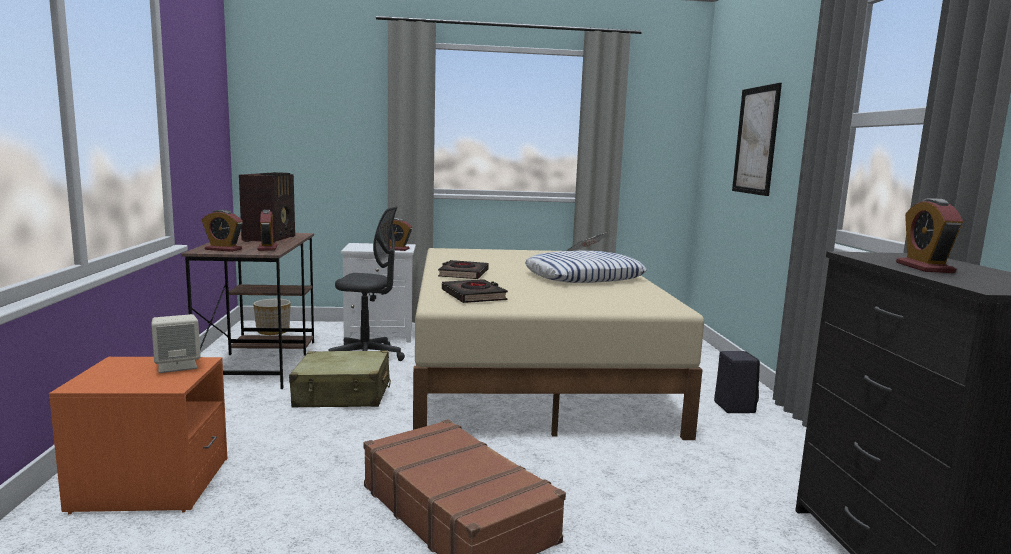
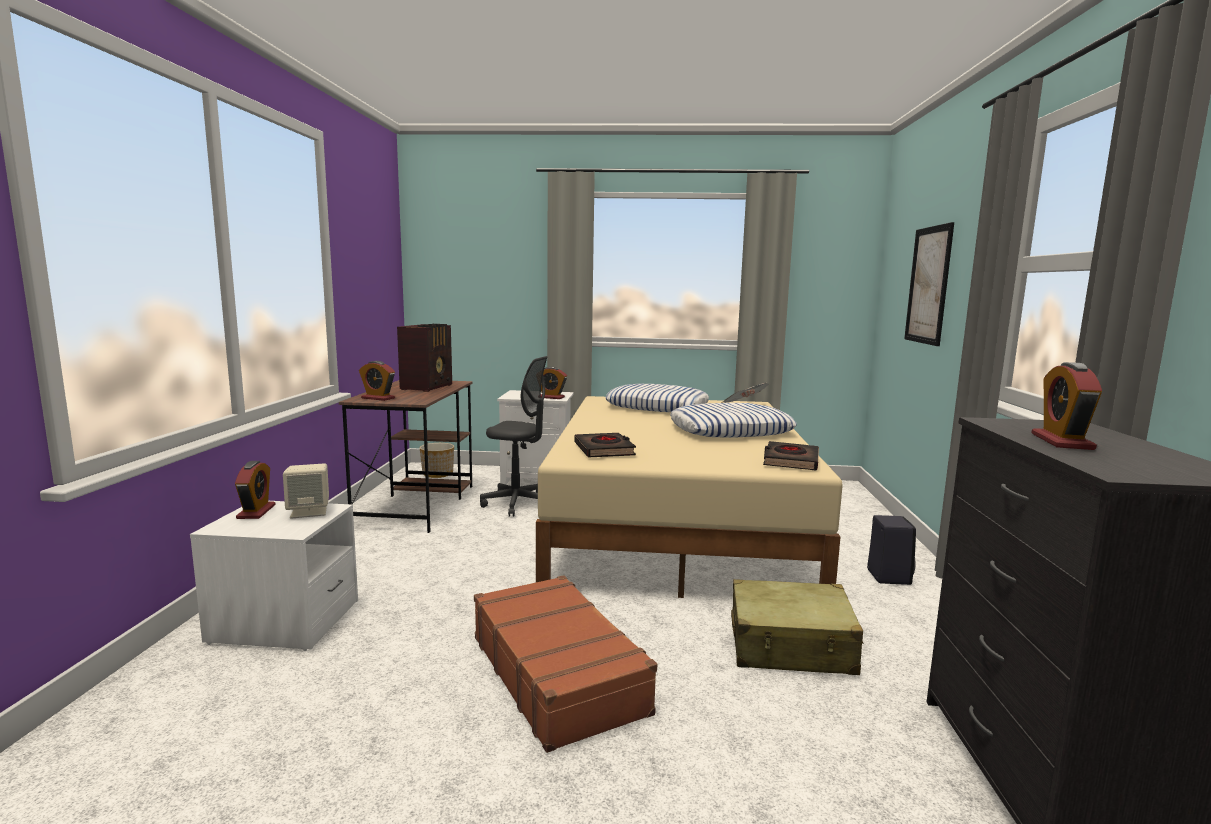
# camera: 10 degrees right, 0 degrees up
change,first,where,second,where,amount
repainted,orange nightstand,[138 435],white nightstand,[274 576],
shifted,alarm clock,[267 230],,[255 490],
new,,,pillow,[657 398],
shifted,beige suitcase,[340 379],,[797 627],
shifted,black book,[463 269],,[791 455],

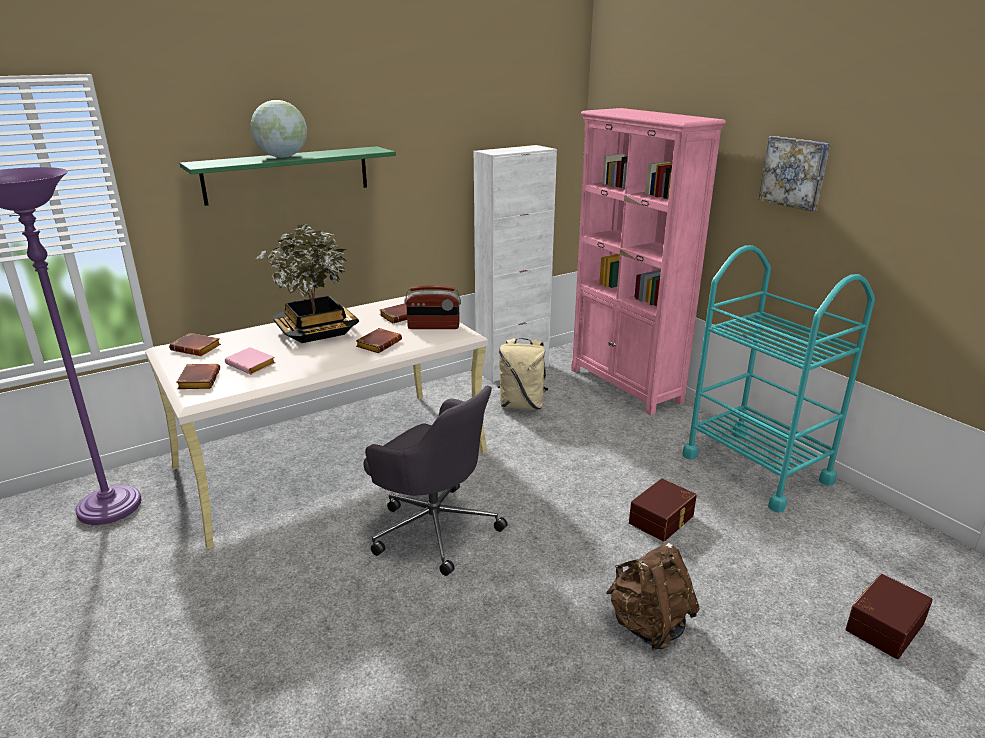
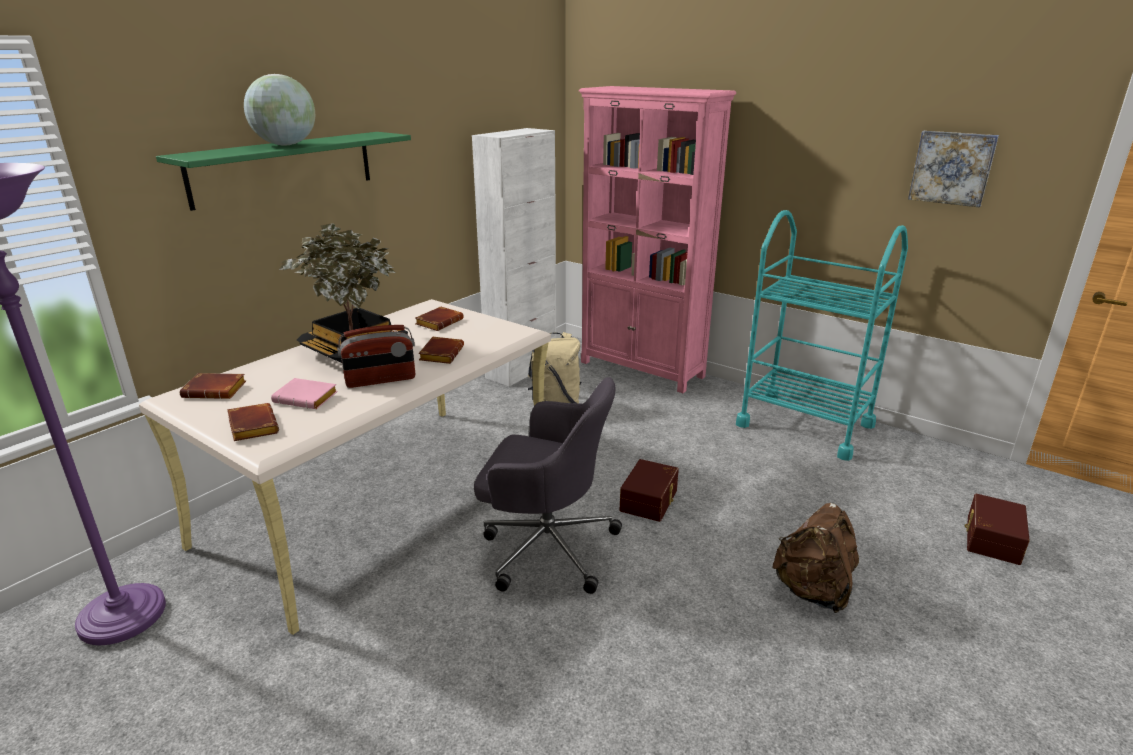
# camera: 20 degrees left, 0 degrees up
change,first,where,second,where,amount
shifted,radio,[433 307],,[376 356],
shifted,brown storage box,[663 510],,[649 490],
shifted,picture,[794 173],,[953 169],

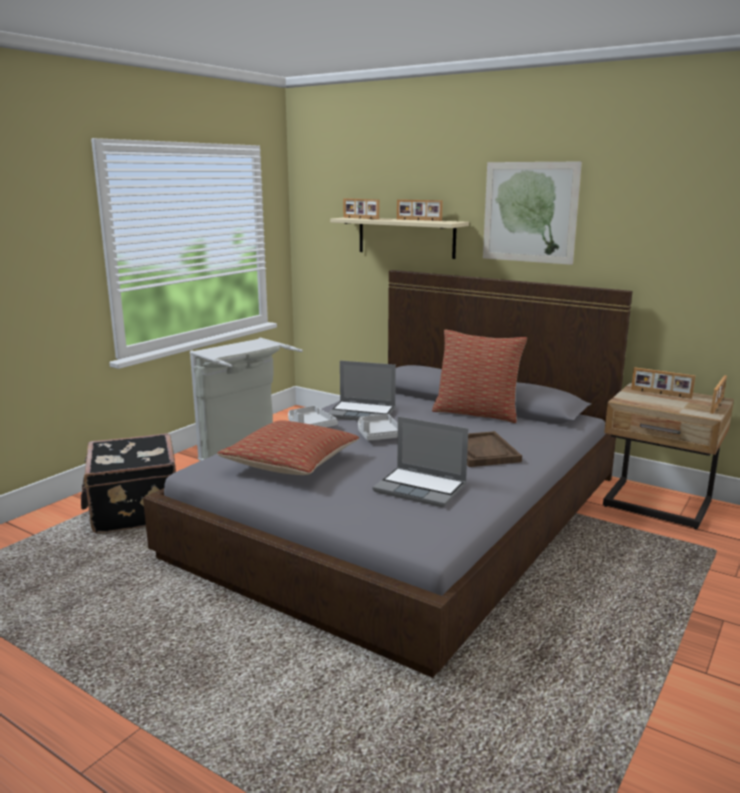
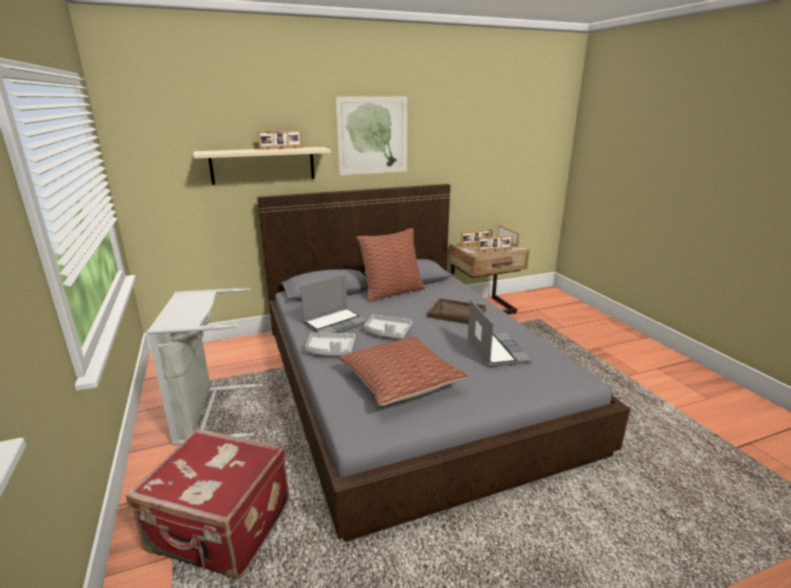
# camera: 55 degrees left, 5 degrees up
change,first,where,second,where,amount
repainted,black suitcase,[128 483],red suitcase,[207 503],
rotated,laptop,[420 461],,[499 333],75 degrees counterclockwise
shifted,picture frame,[361 208],,[495 243],

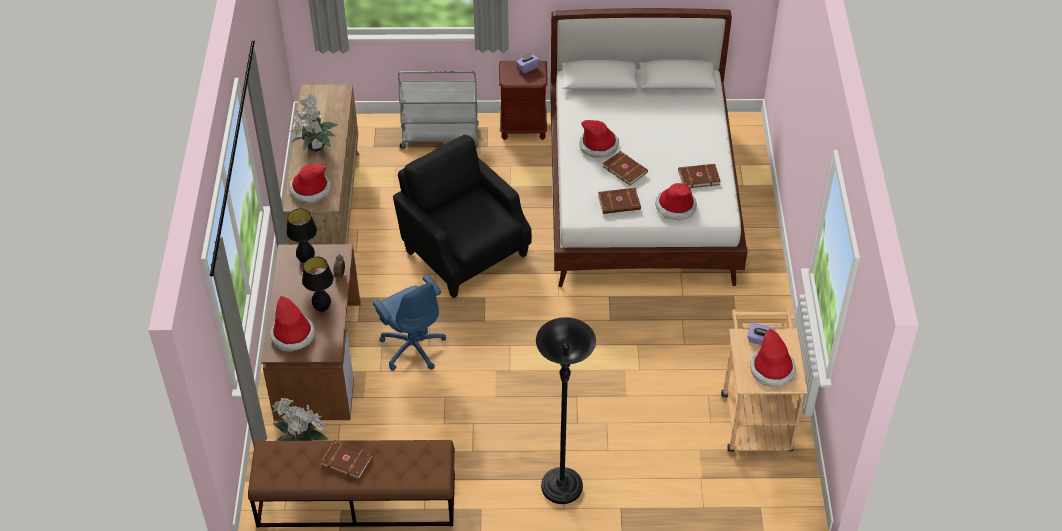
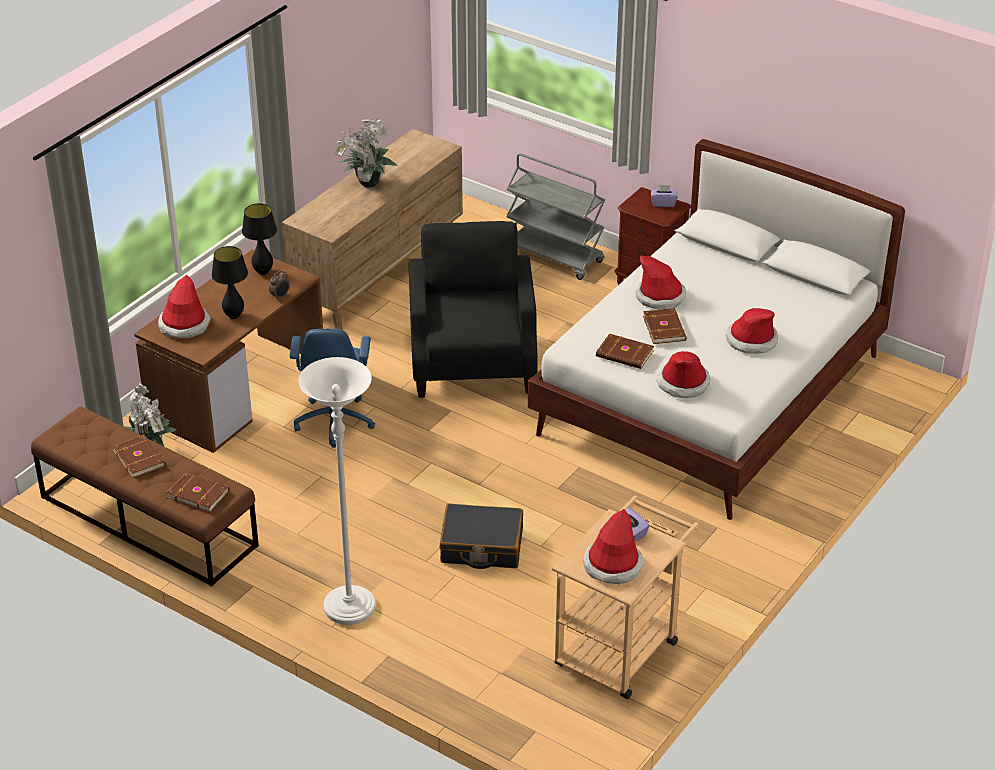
# camera: 35 degrees right, 10 degrees down
change,first,where,second,where,amount
shifted,brown book,[699 176],,[197 492],
repainted,black floor lamp,[566 410],white floor lamp,[336 491],
new,,,black suitcase,[481 536],
shifted,hat,[310 183],,[752 331],

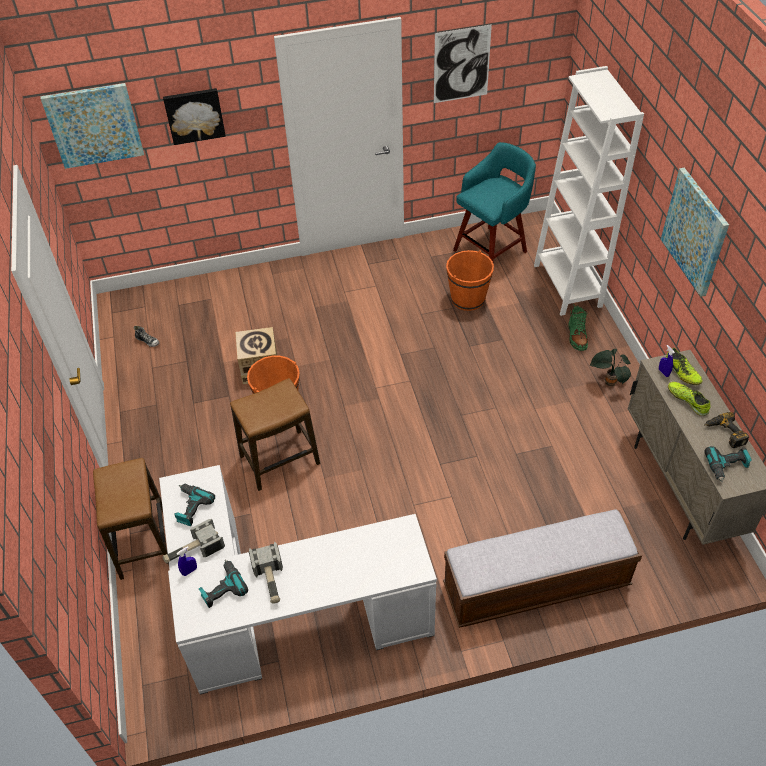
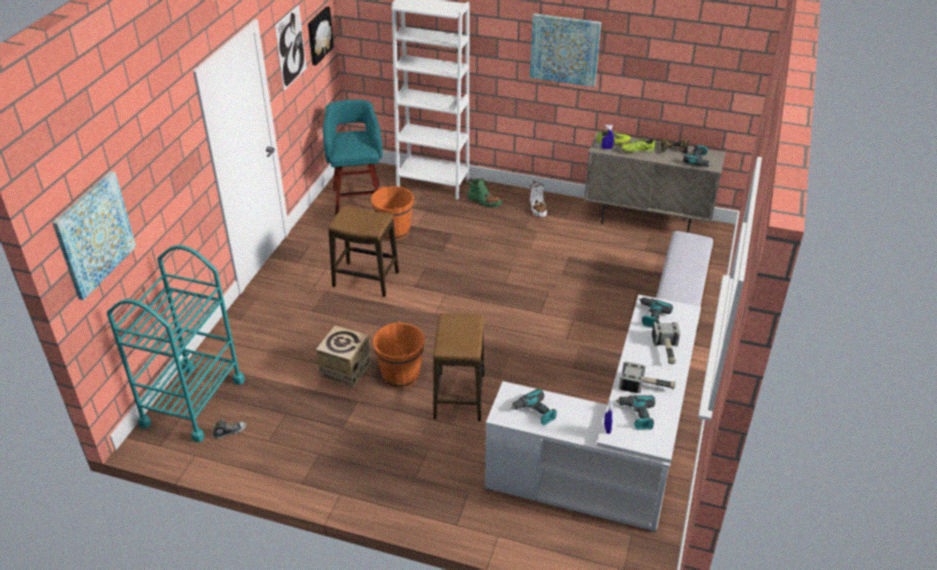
# camera: 60 degrees left, 10 degrees down
change,first,where,second,where,amount
new,,,turquoise cart,[176 343],
shifted,picture,[194 116],,[321 36],
shifted,stool,[131 519],,[363 251],
swapped,potted plant,[610 367],white boot,[538 199],
new,,,power drill,[655 312],
shifted,hammer,[194 541],,[666 343],

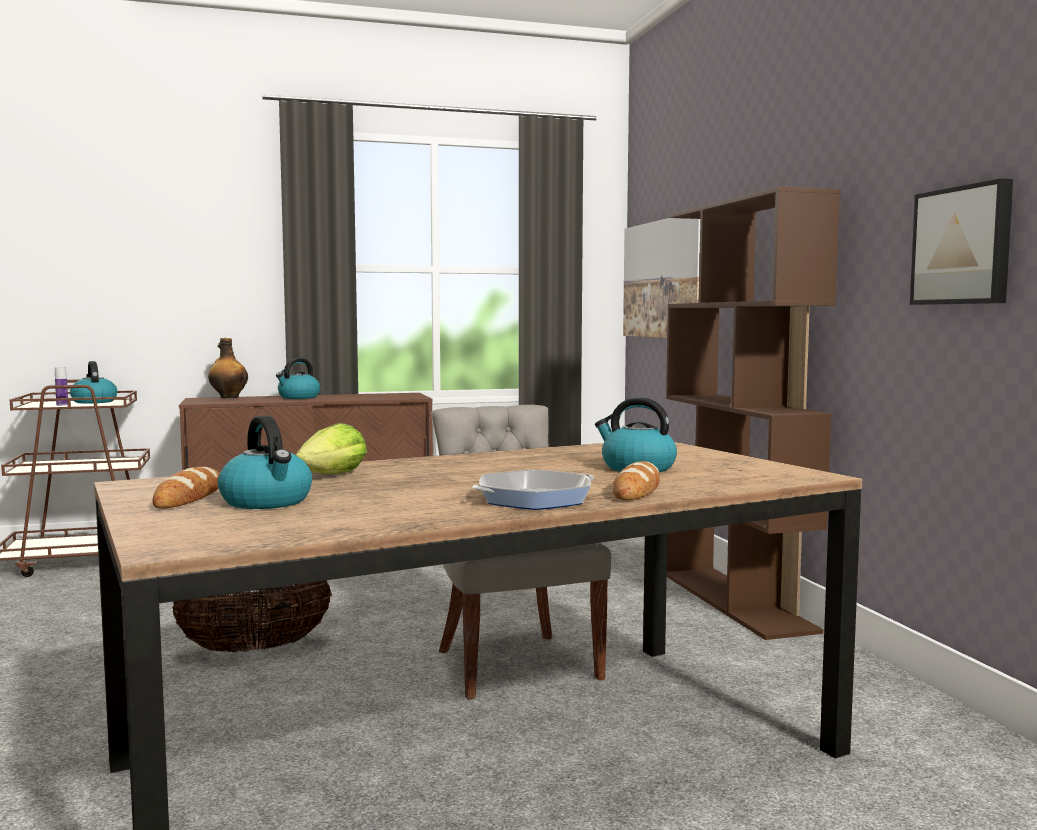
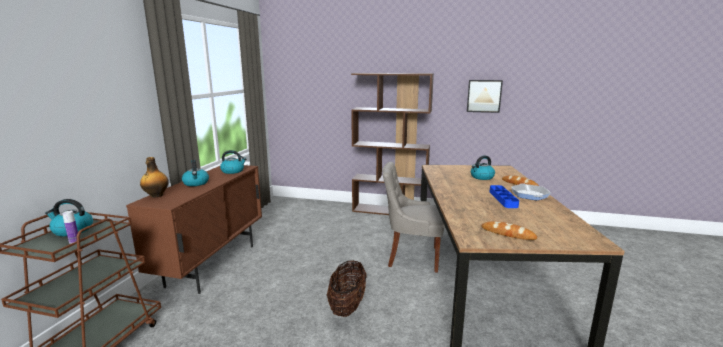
# camera: 60 degrees left, 10 degrees up
change,first,where,second,where,amount
shifted,kettle,[265 462],,[233 162],
new,,,blue tray,[504 196],
gone,lettuce,[331 448],,,
gone,picture,[661 278],,,

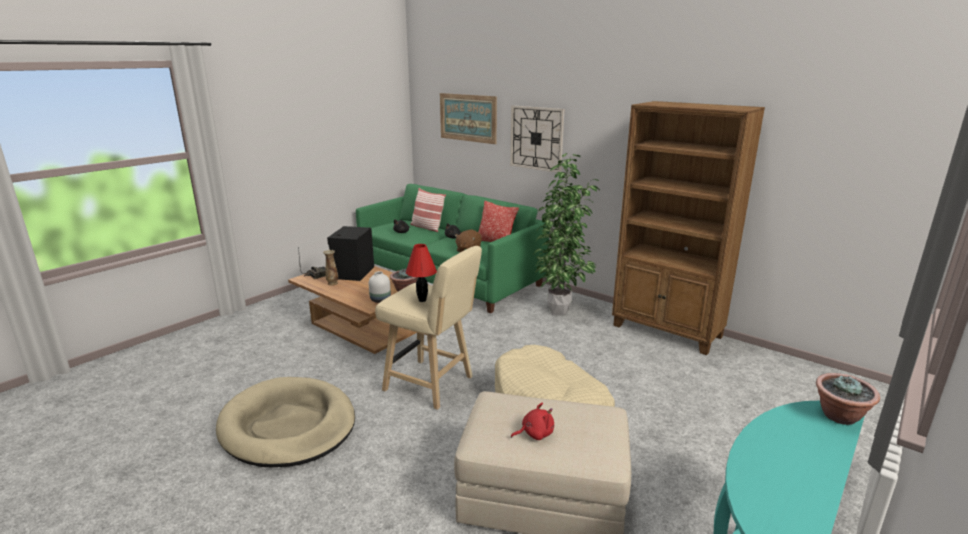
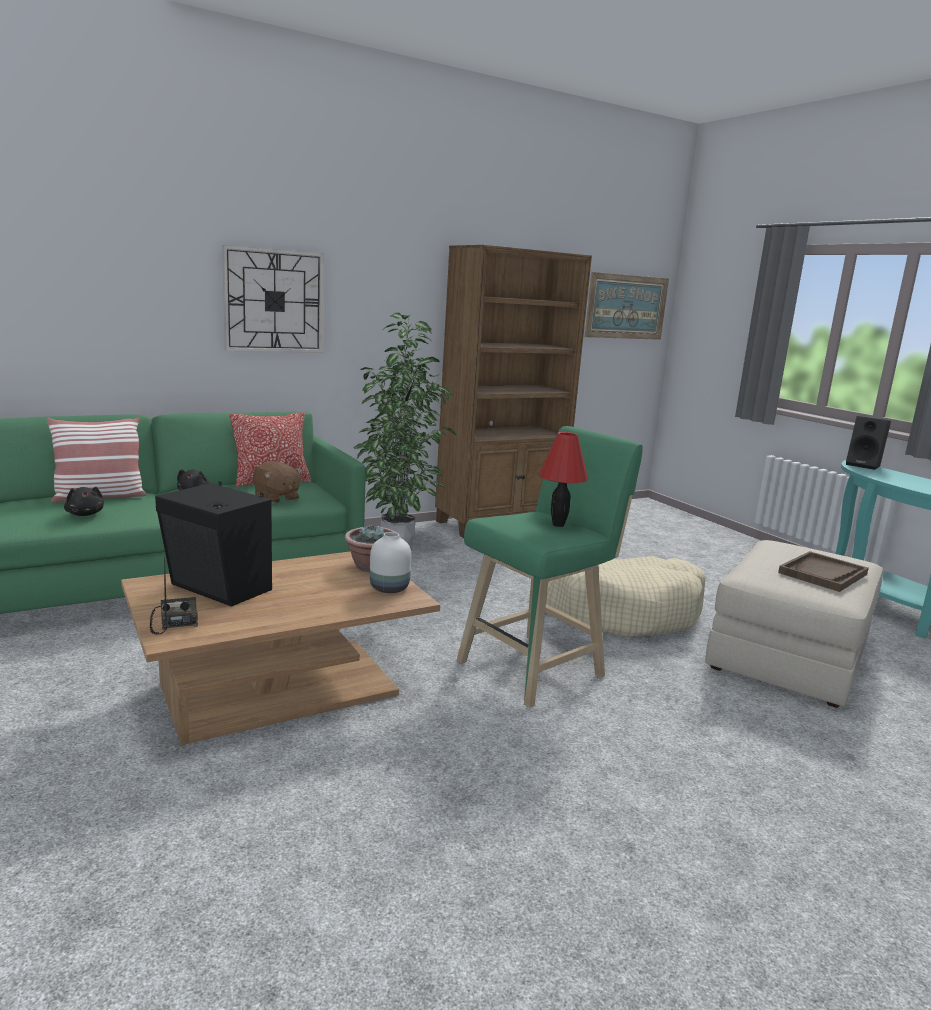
# camera: 70 degrees left, 5 degrees down
change,first,where,second,where,amount
repainted,beige stool,[428 328],green stool,[549 567],
shifted,picture,[468 118],,[627 306],
swapped,red plush toy,[532 421],brown tray,[823 571],
swapped,potted plant,[848 399],black speaker,[868 443],
gone,beige dog bed,[285 422],,,
gone,vase,[330 268],,,

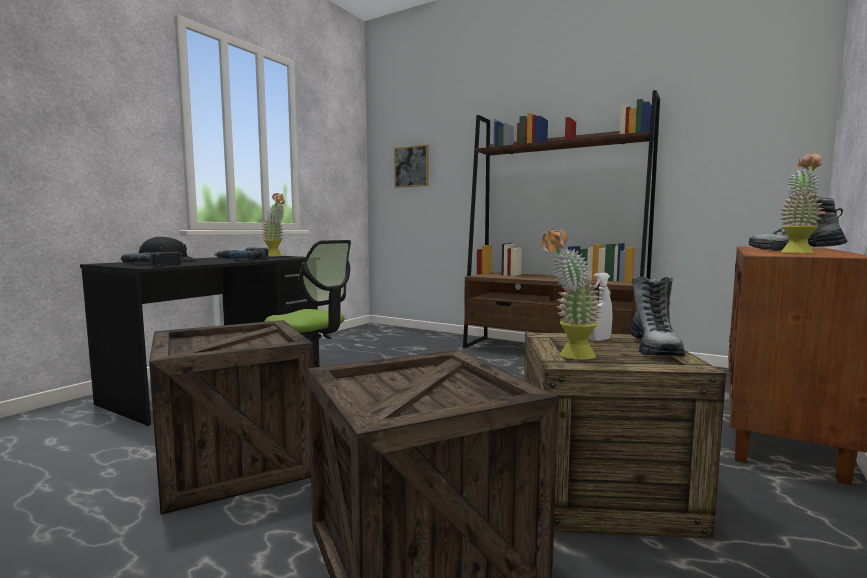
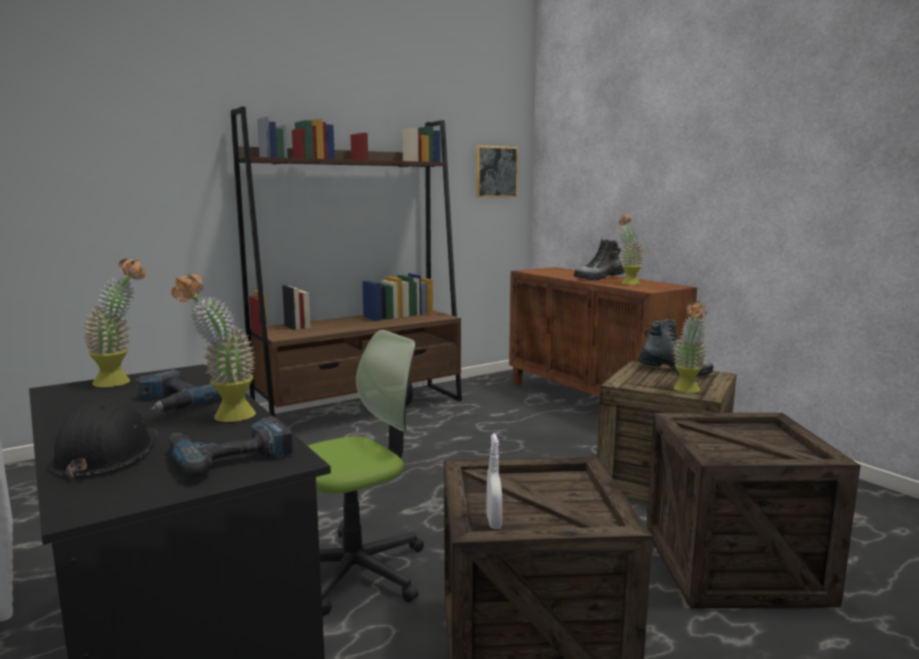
# camera: 65 degrees left, 5 degrees up
change,first,where,second,where,amount
new,,,potted plant,[214 348],
shifted,picture,[411 166],,[497 171],
shifted,white spray bottle,[601 307],,[494 481],

